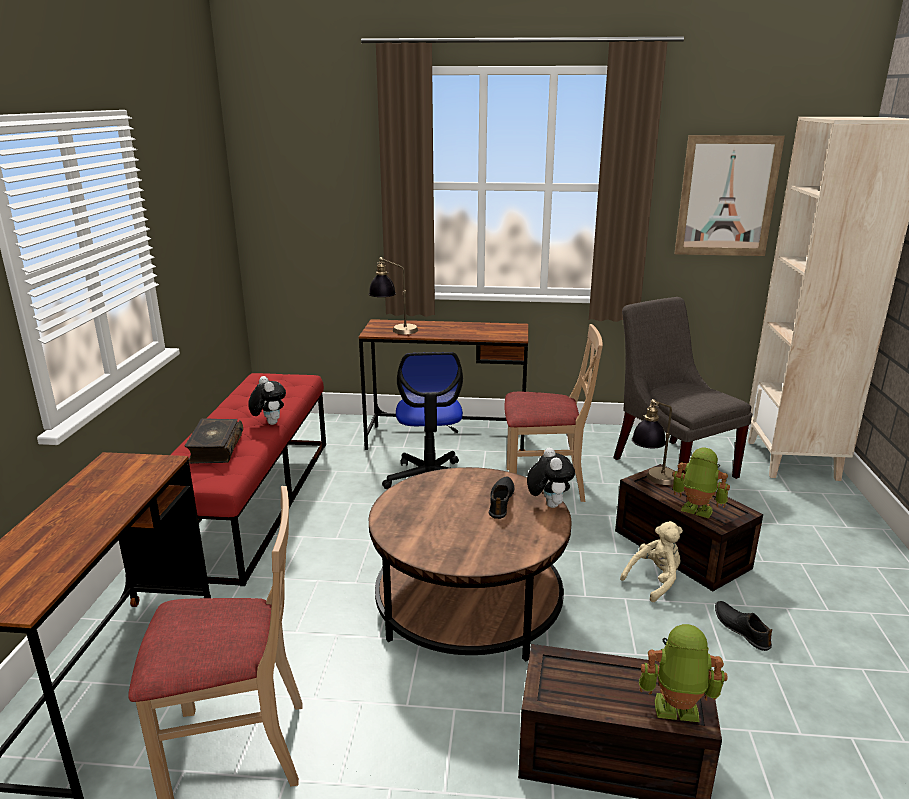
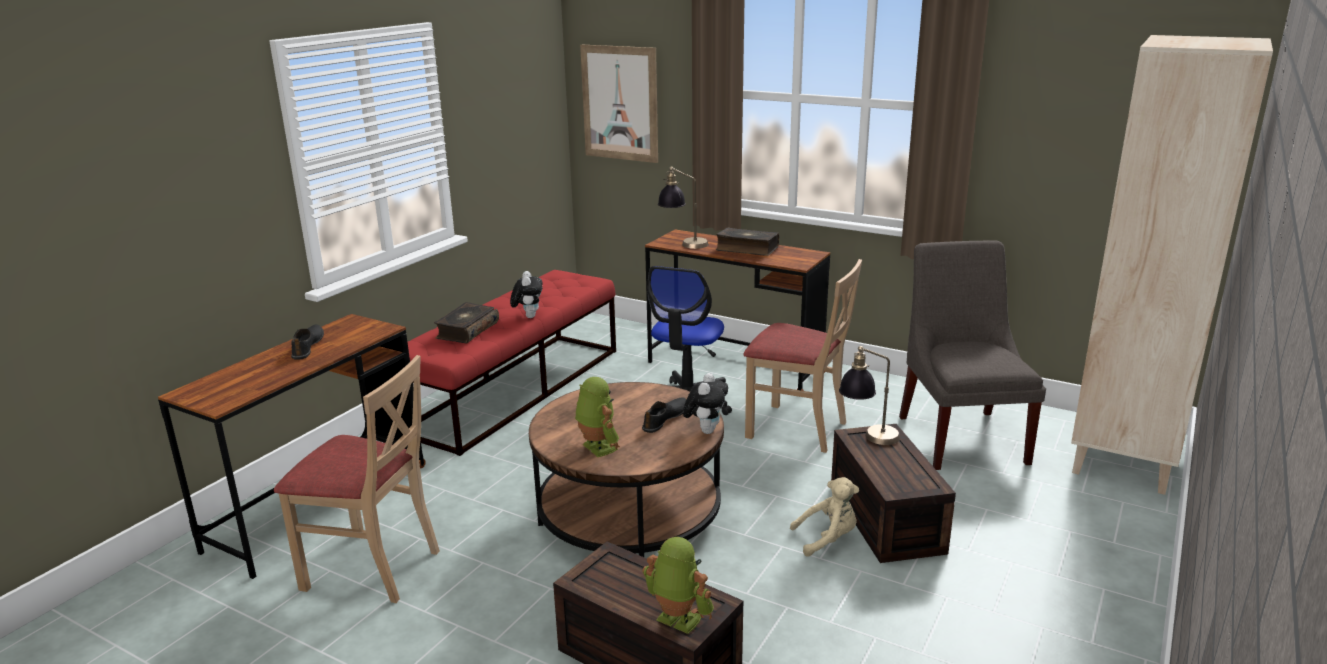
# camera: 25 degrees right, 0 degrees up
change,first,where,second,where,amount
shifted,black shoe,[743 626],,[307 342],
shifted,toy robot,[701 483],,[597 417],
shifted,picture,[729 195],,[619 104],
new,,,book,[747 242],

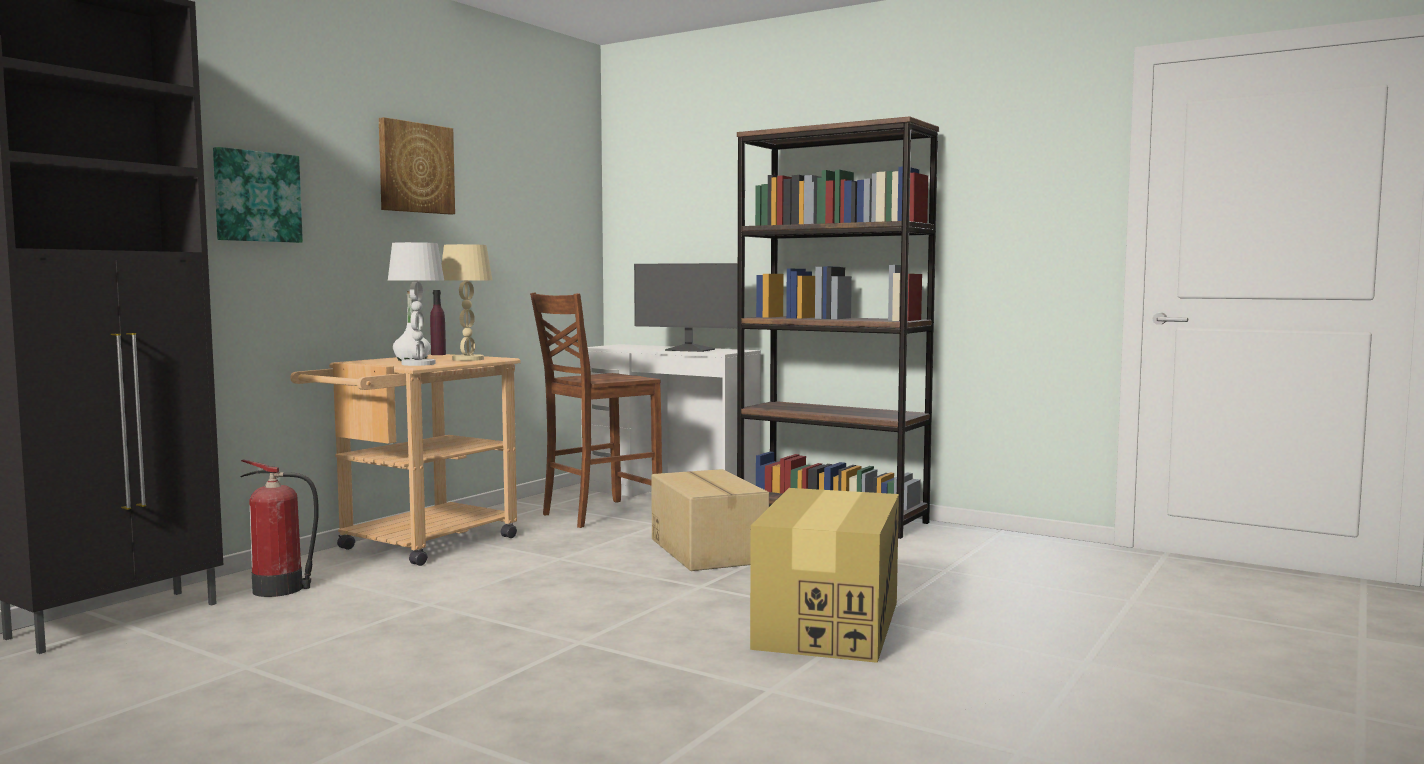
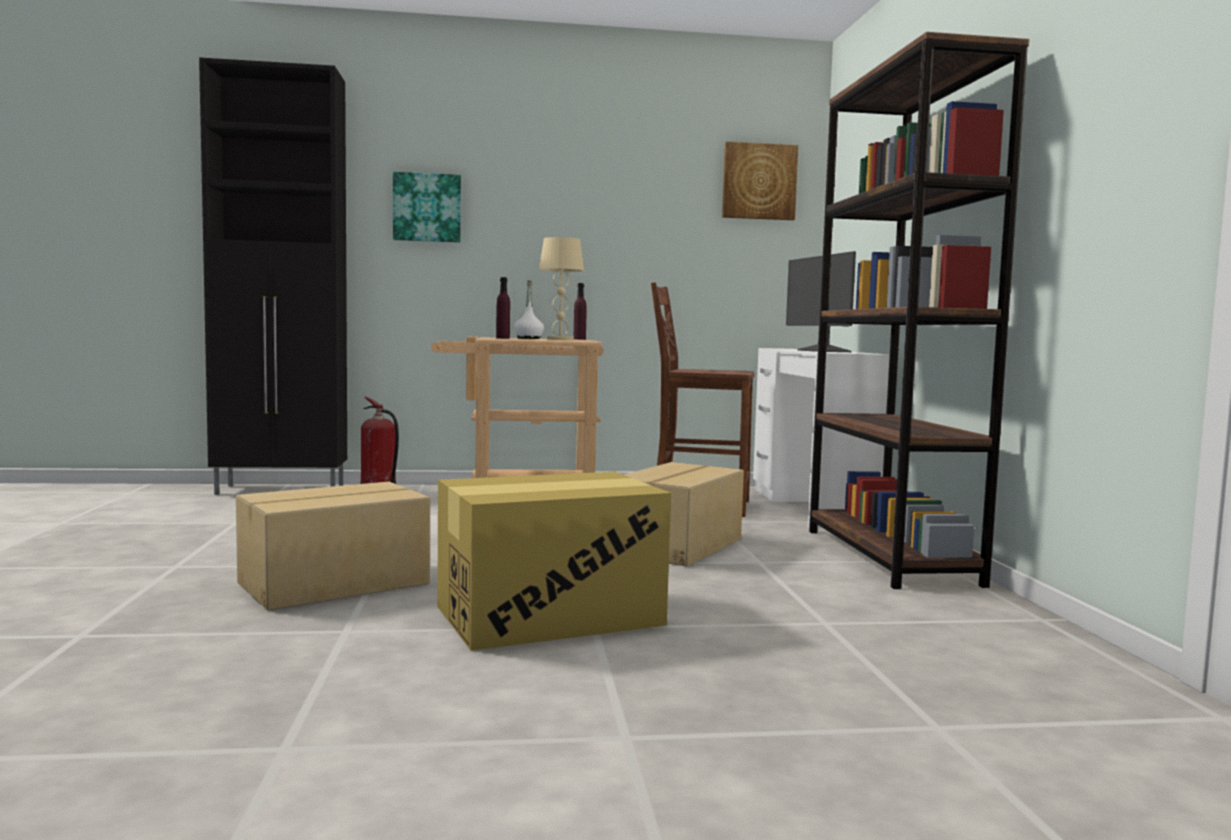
# camera: 50 degrees right, 0 degrees up
change,first,where,second,where,amount
new,,,cardboard box,[333 546],
swapped,white table lamp,[416 304],purple bottle,[503 308],
shifted,picture,[417 166],,[760 181],

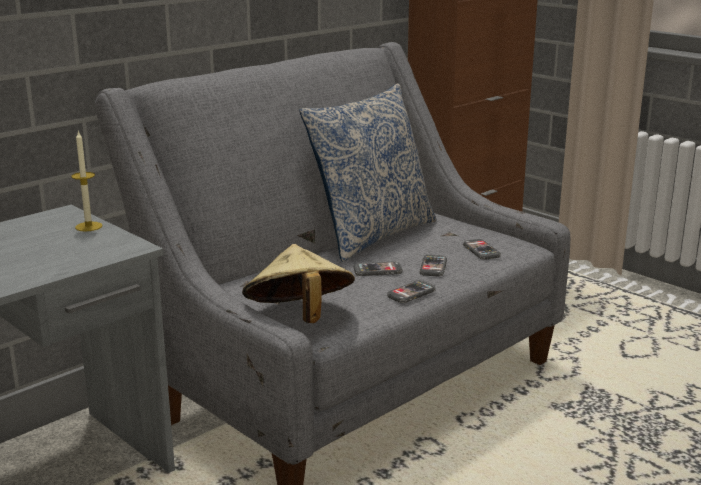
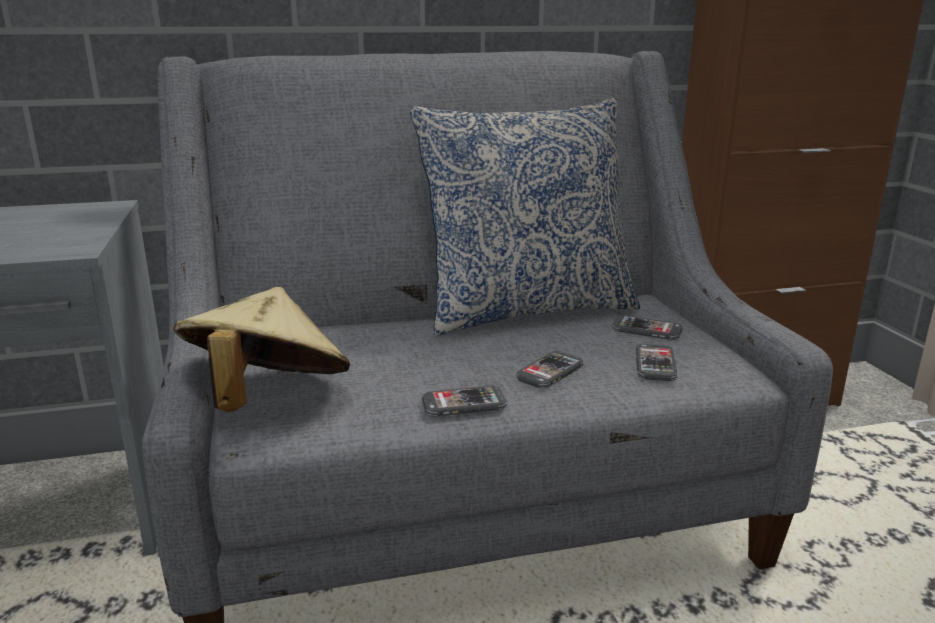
# camera: 30 degrees right, 0 degrees up
change,first,where,second,where,amount
shifted,phone,[378 269],,[647 327],
gone,candle,[86 181],,,

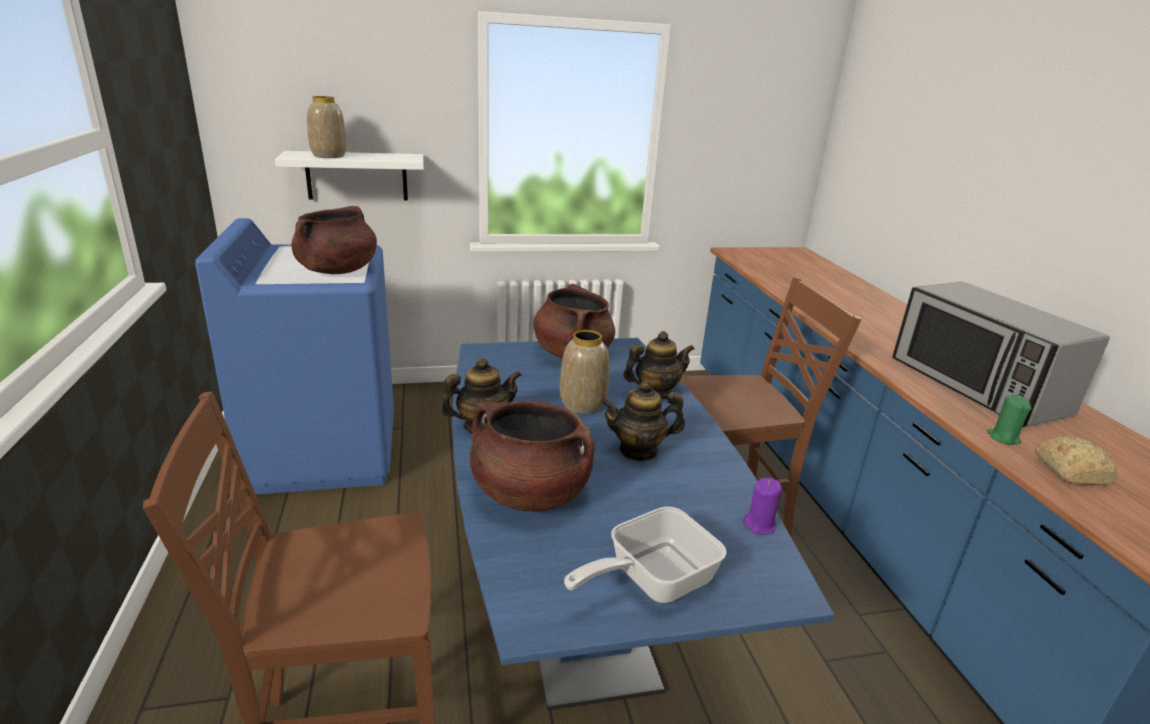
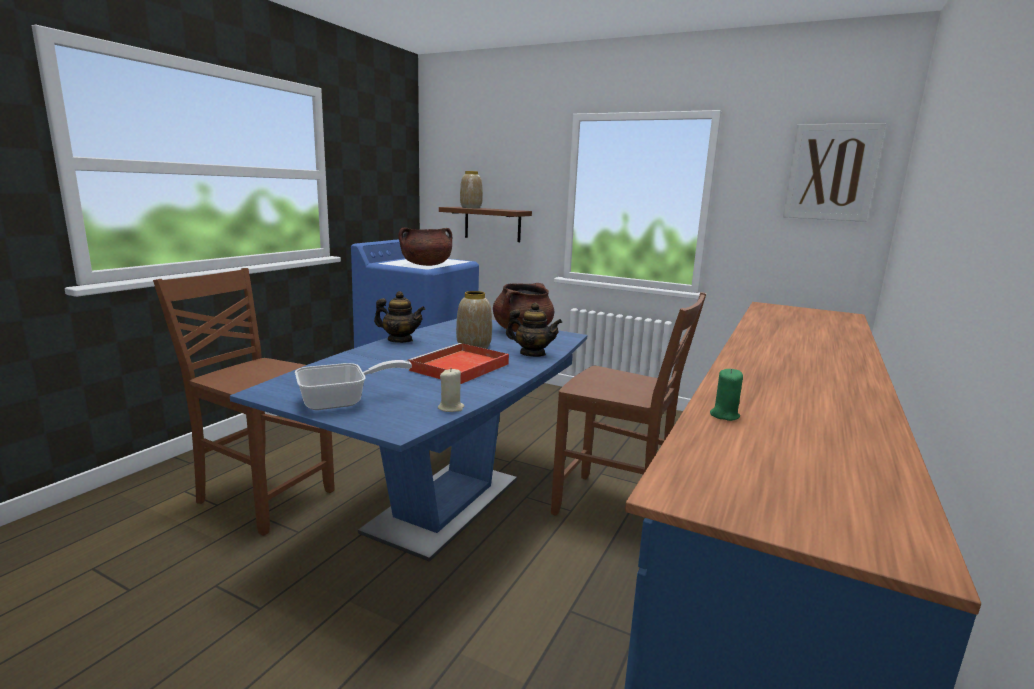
# camera: 40 degrees right, 10 degrees down
change,first,where,second,where,amount
rotated,frying pan,[645 555],,[353 385],150 degrees clockwise
swapped,teapot,[643 420],red tray,[458 363],
repainted,purple candle,[762 506],beige candle,[451 390],
repainted,white shelf,[349 176],brown shelf,[485 224],
new,,,picture,[834 172],
gone,brown cooking pot,[532 456],,,
gone,microwave,[1001 354],,,
gone,bread,[1076 460],,,

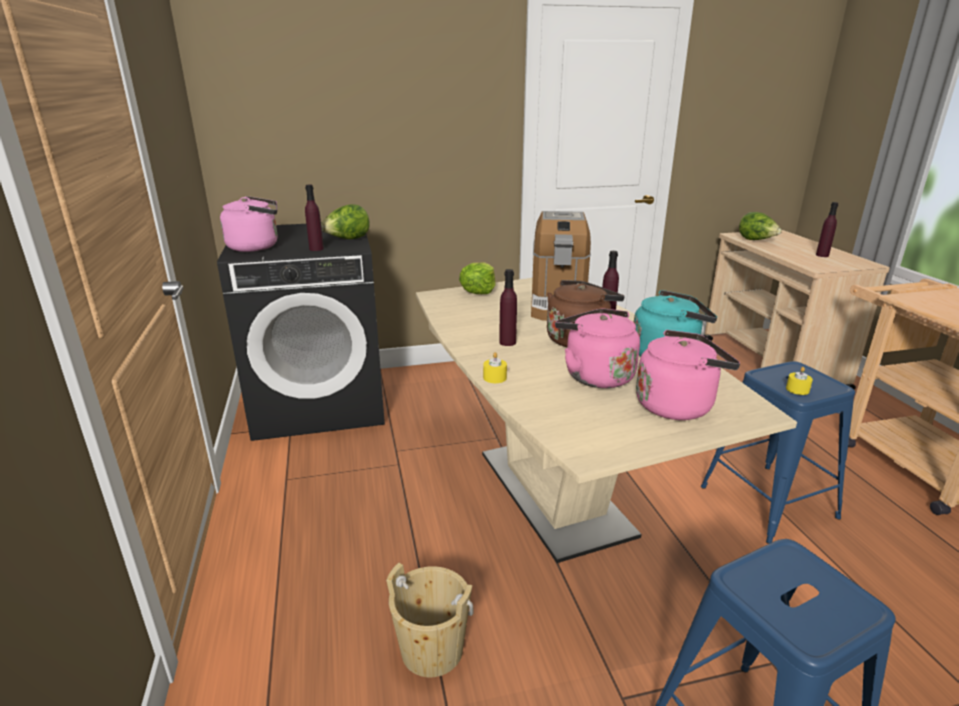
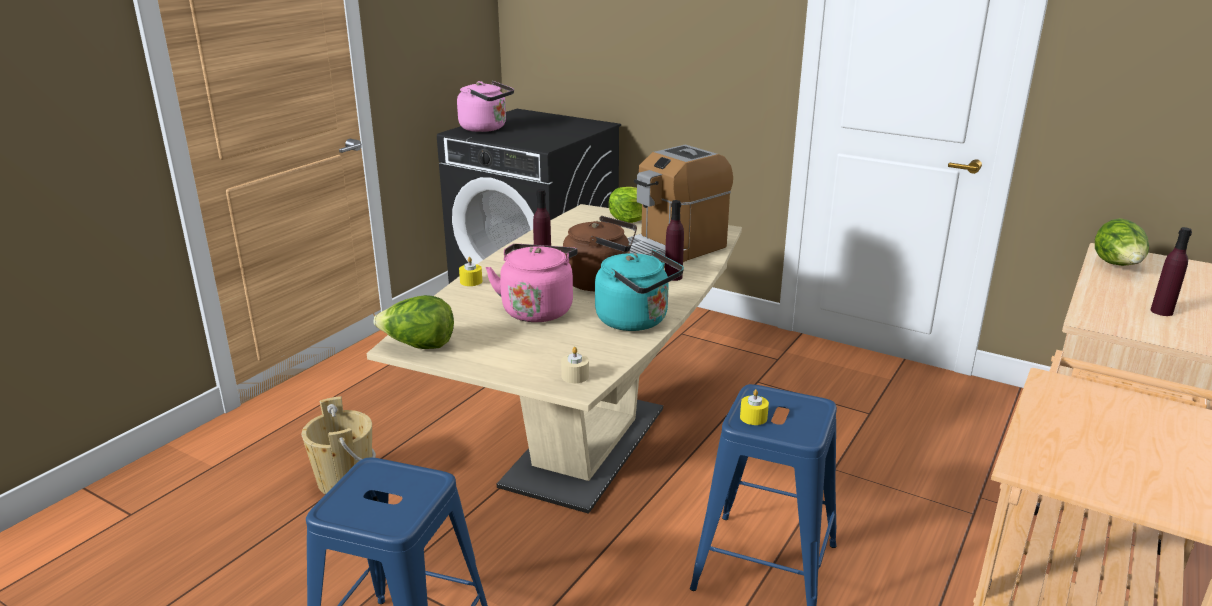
# camera: 45 degrees right, 0 degrees up
change,first,where,second,where,amount
shifted,lettuce,[345 221],,[414 322],
new,,,beige candle,[575 365],
gone,purple bottle,[314 218],,,
gone,pink kettle,[688 375],,,

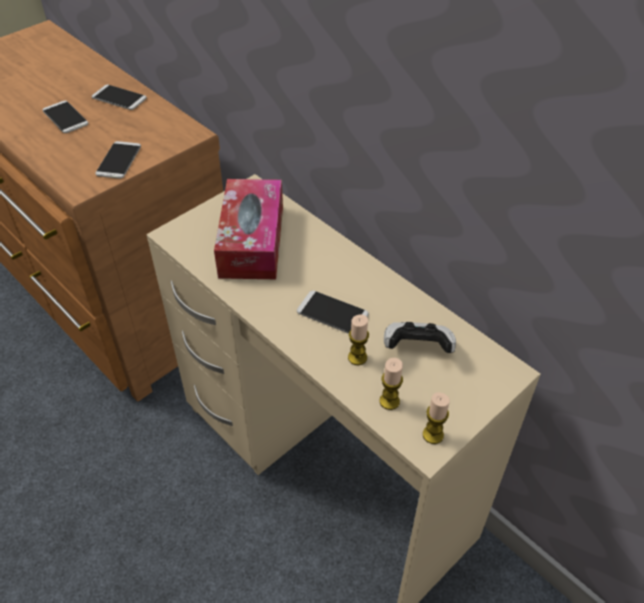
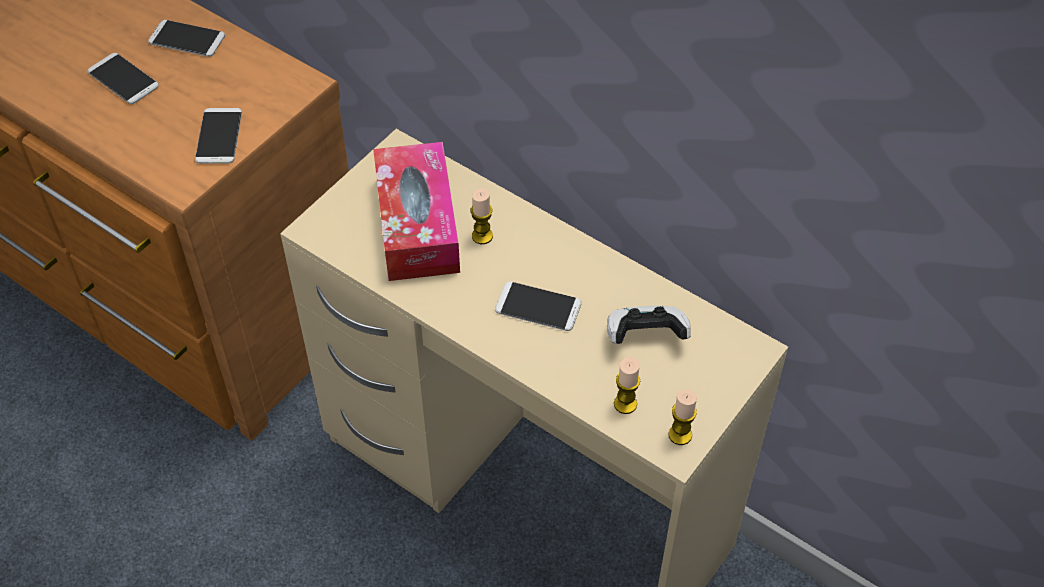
# camera: 10 degrees left, 5 degrees up
change,first,where,second,where,amount
shifted,candle,[358 340],,[482 216],

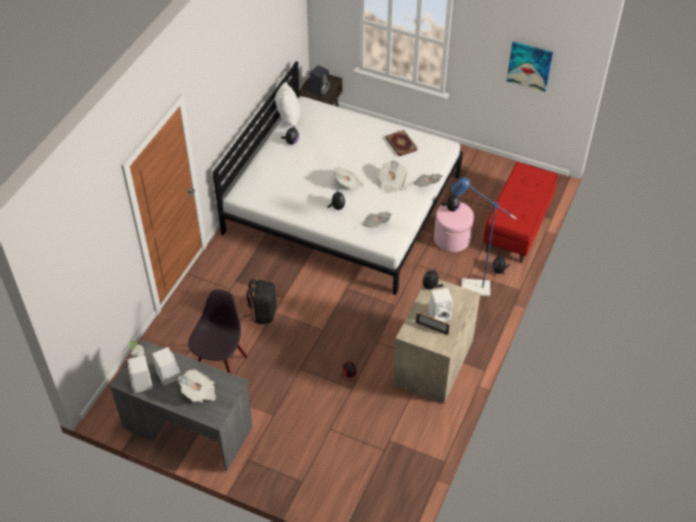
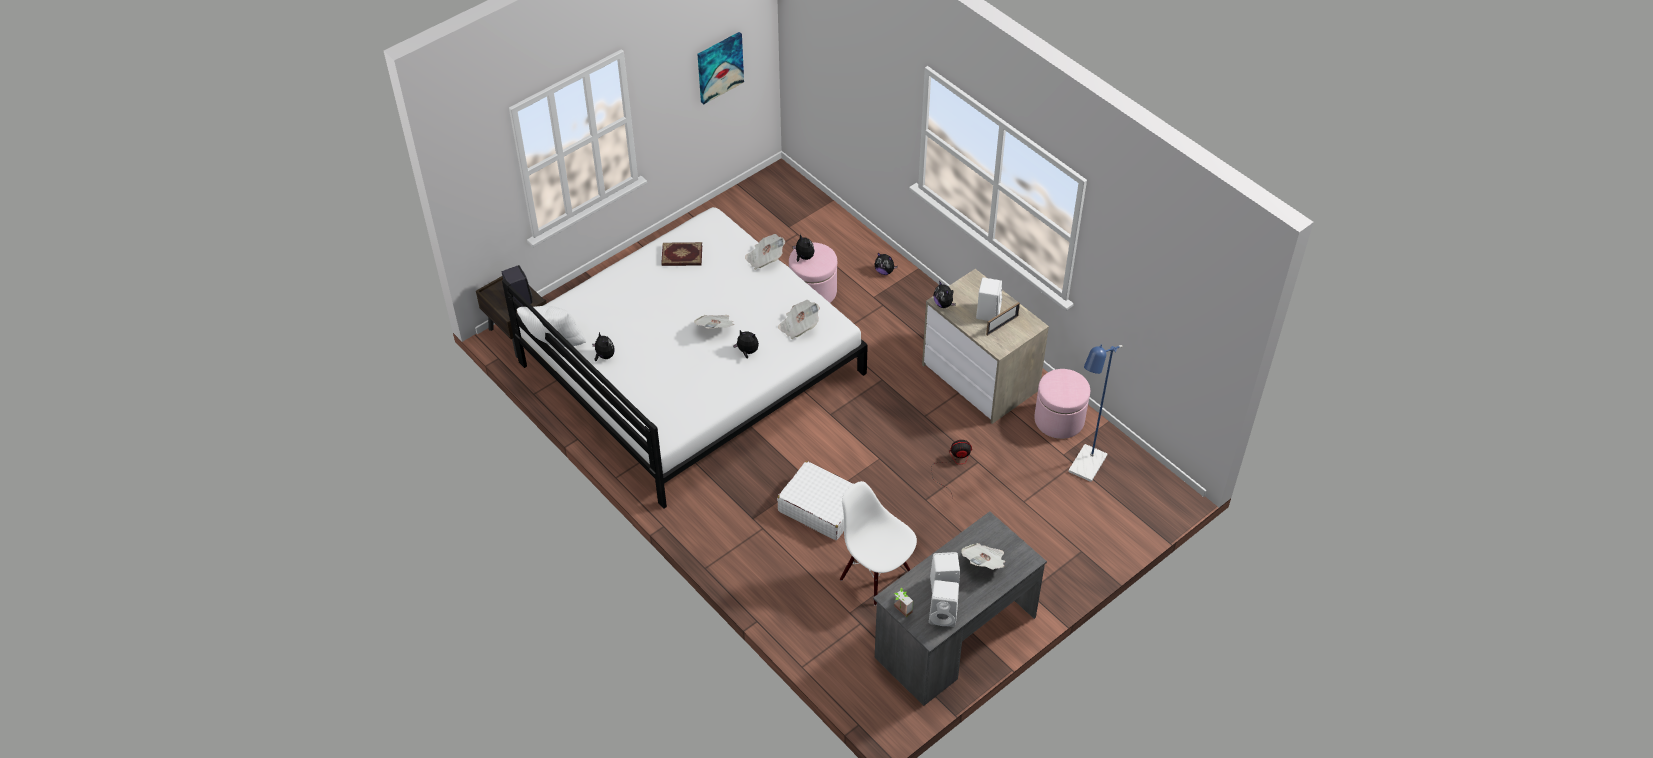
# camera: 65 degrees left, 0 degrees up
change,first,where,second,where,amount
swapped,black backpack,[260 301],white suitcase,[815 500],
repainted,black chair,[217 331],white chair,[878 543],
new,,,pink ottoman,[1062 404],
shifted,blue floor lamp,[483 236],,[1095 413],
gone,newspaper,[392 176],,,
gone,red bench,[520 212],,,

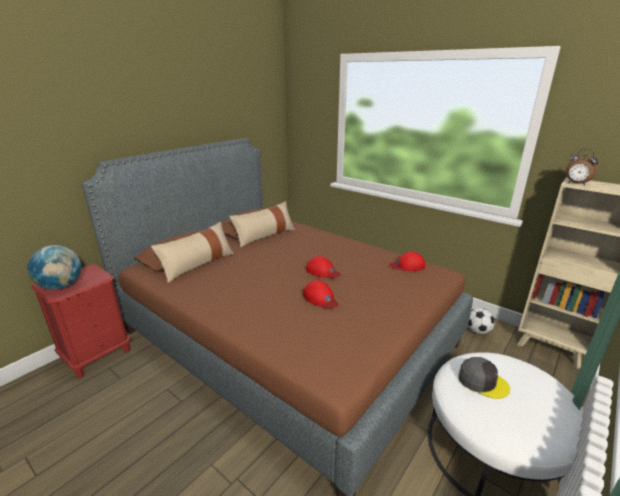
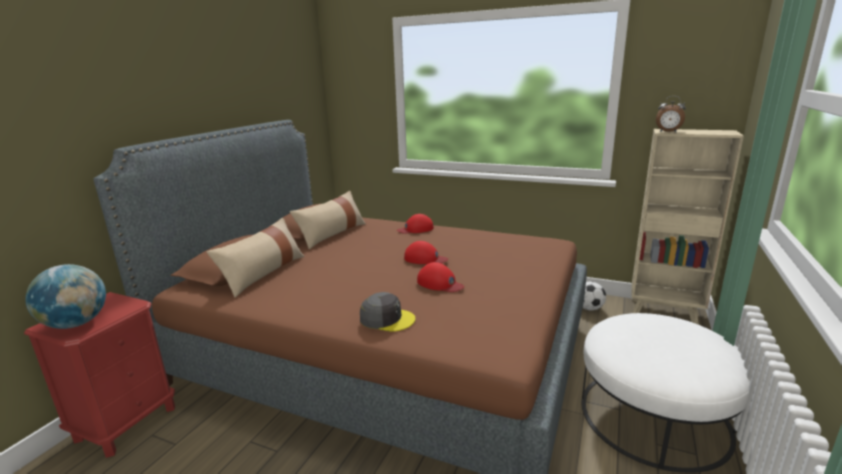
# camera: 15 degrees left, 5 degrees down
change,first,where,second,where,amount
shifted,grey cap,[484 378],,[388 312],
shifted,red cap,[407 261],,[415 223],

